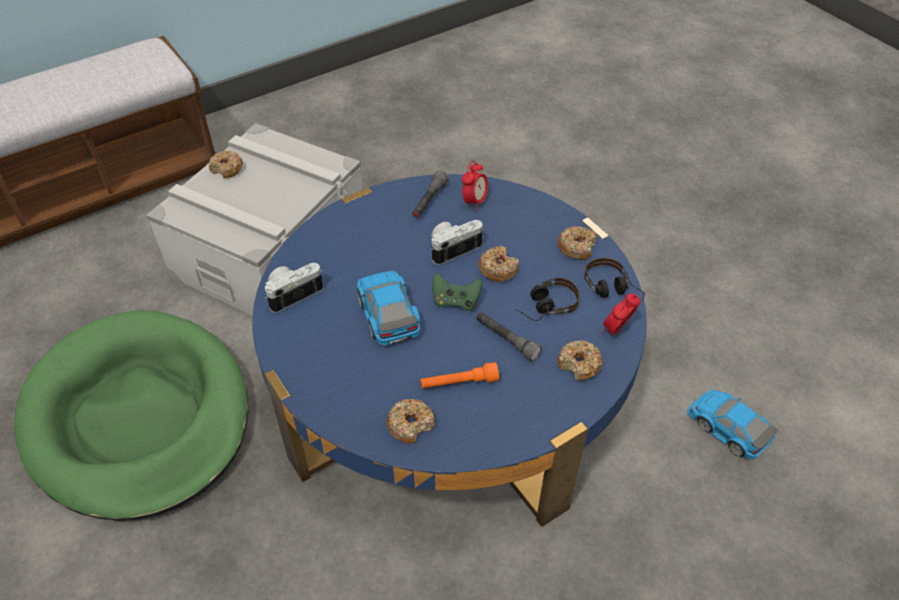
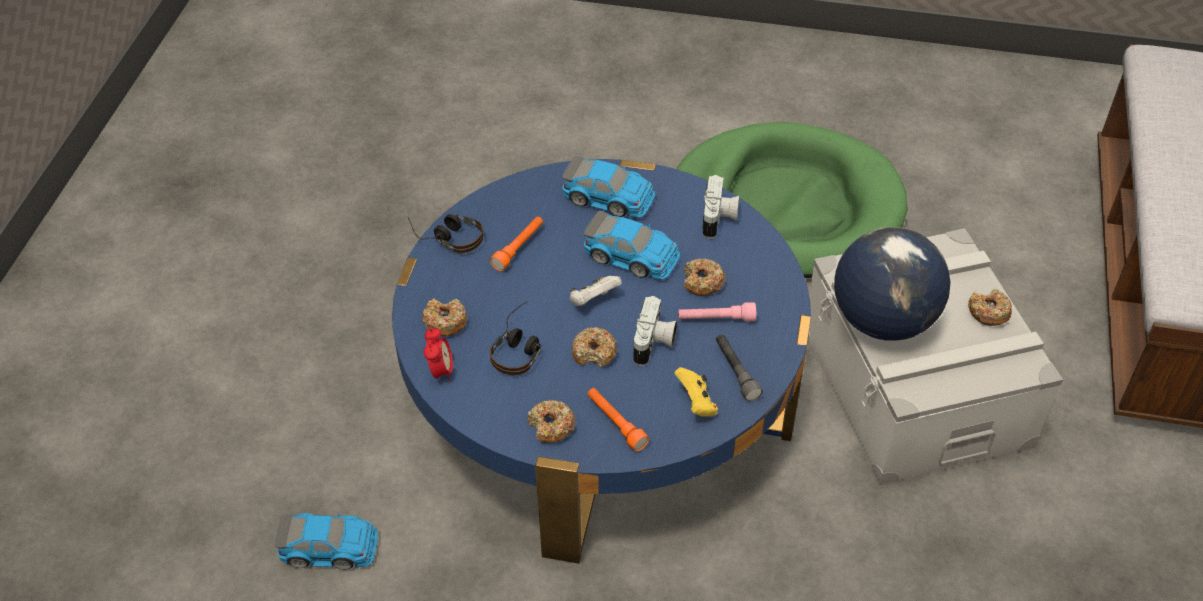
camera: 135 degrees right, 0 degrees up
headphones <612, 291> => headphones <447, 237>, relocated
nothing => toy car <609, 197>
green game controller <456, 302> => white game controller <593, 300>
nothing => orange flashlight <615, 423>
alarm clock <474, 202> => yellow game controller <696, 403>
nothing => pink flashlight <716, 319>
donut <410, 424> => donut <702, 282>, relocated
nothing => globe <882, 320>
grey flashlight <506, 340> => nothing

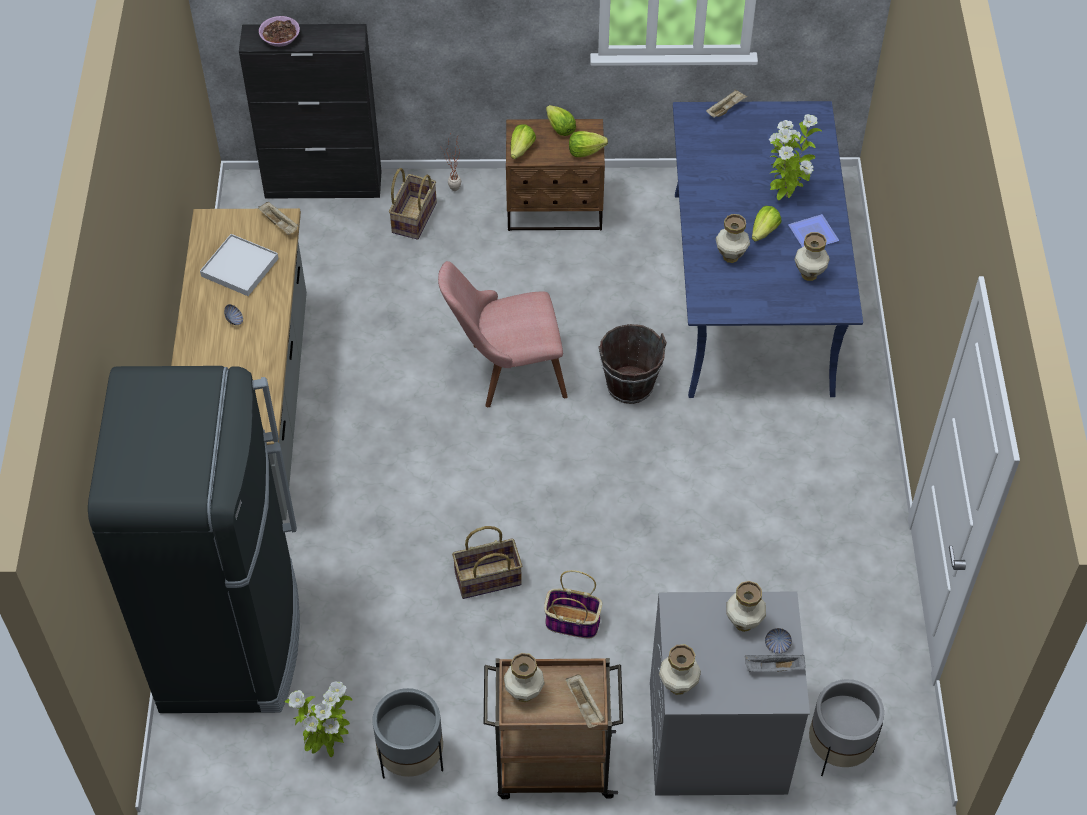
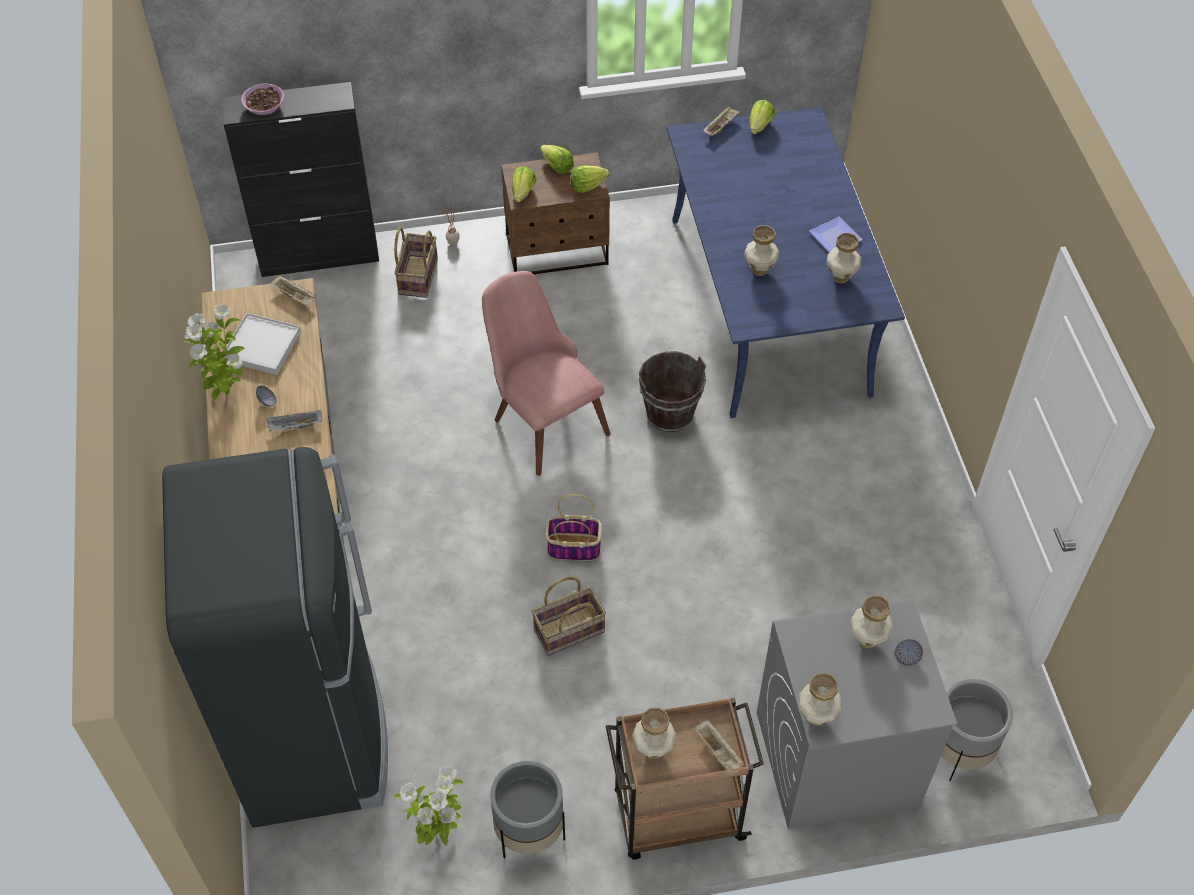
camera: 10 degrees left, 0 degrees up
potted plant <785, 196> => potted plant <226, 392>, relocated
grey tray <773, 668> => grey tray <295, 427>, relocated
pink chair <505, 372> => pink chair <542, 418>, 75 degrees clockwise
basket <571, 622> => basket <573, 548>, relocated
lettuce <764, 232> => lettuce <759, 126>, relocated

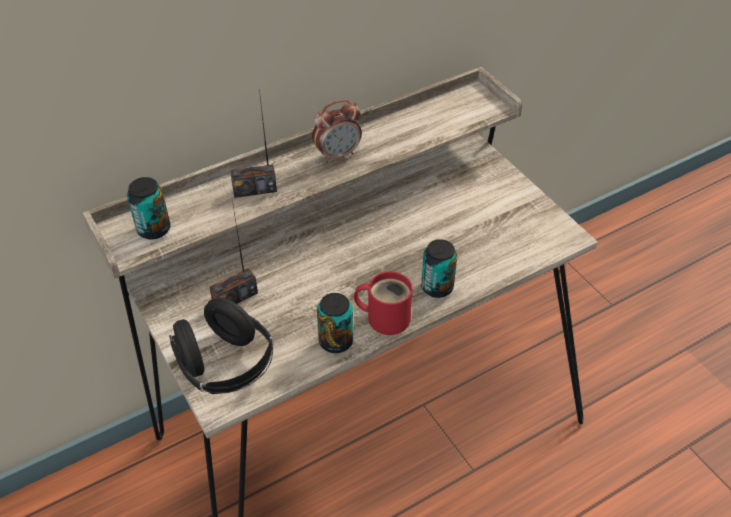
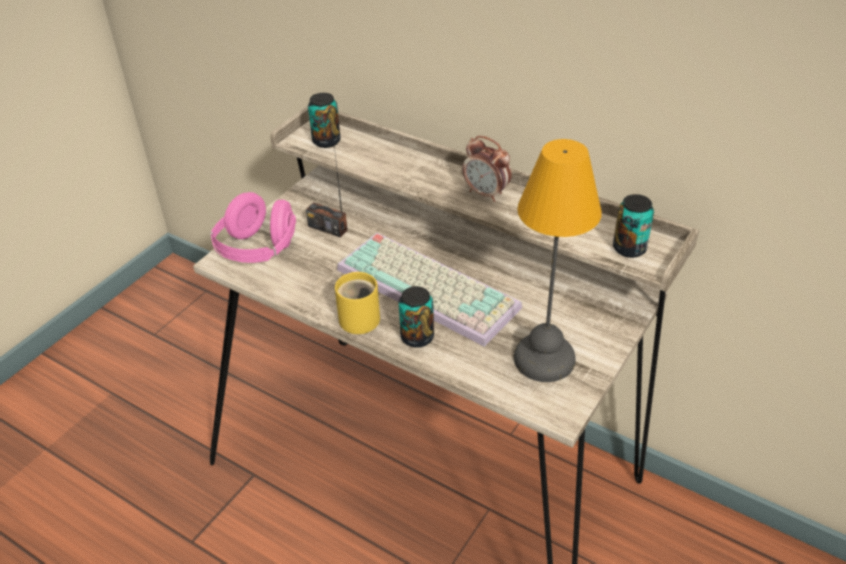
camera: 65 degrees right, 5 degrees down
black headphones <225, 365> => pink headphones <257, 250>
red mug <385, 316> => yellow mug <360, 316>
nothing => keyboard <431, 287>
nothing => table lamp <545, 360>
can <336, 341> => can <629, 248>, relocated
radio <254, 189> => nothing

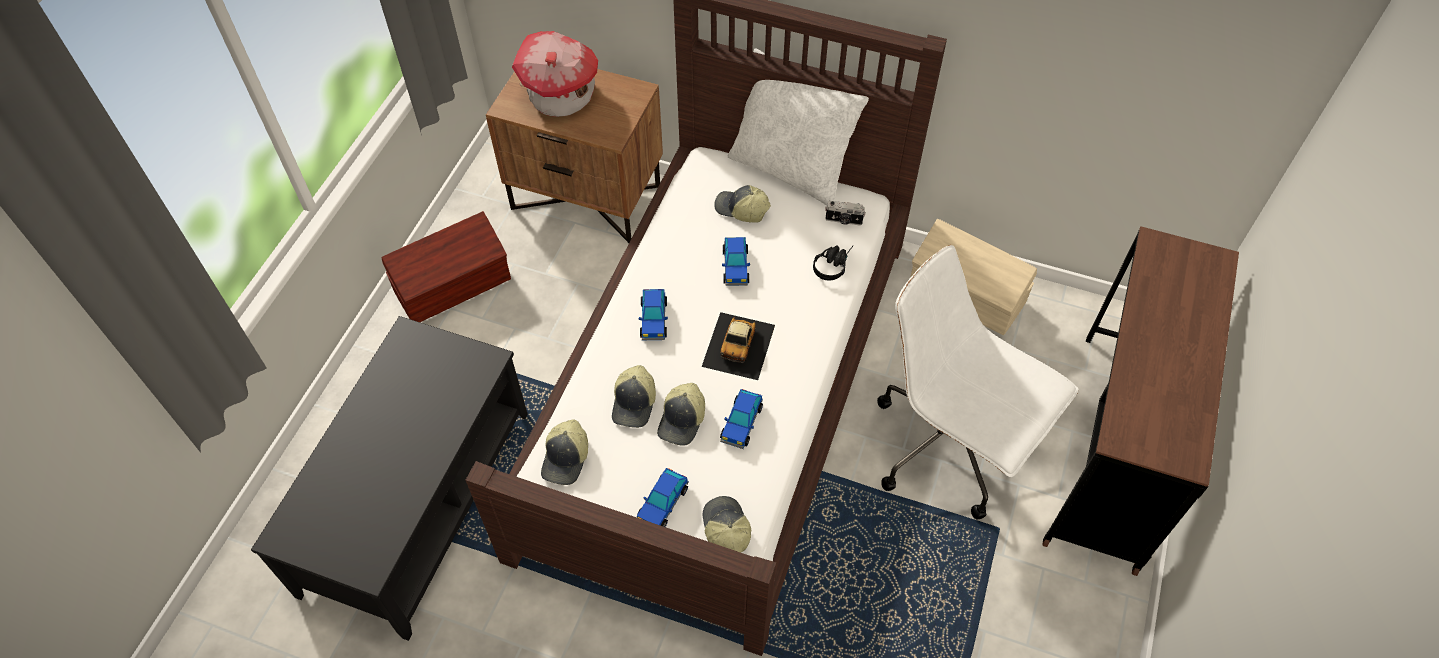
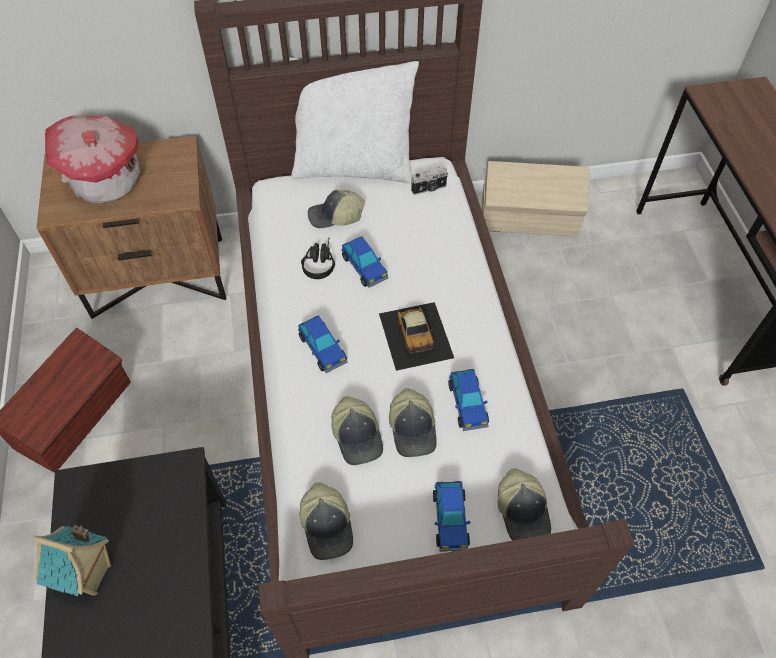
camera: 30 degrees left, 0 degrees up
nothing => toy house <90, 576>
black headphones <833, 264> => black headphones <319, 262>, relocated
cap <725, 529> => cap <523, 511>, 150 degrees counterclockwise
white office chair <950, 448> => nothing

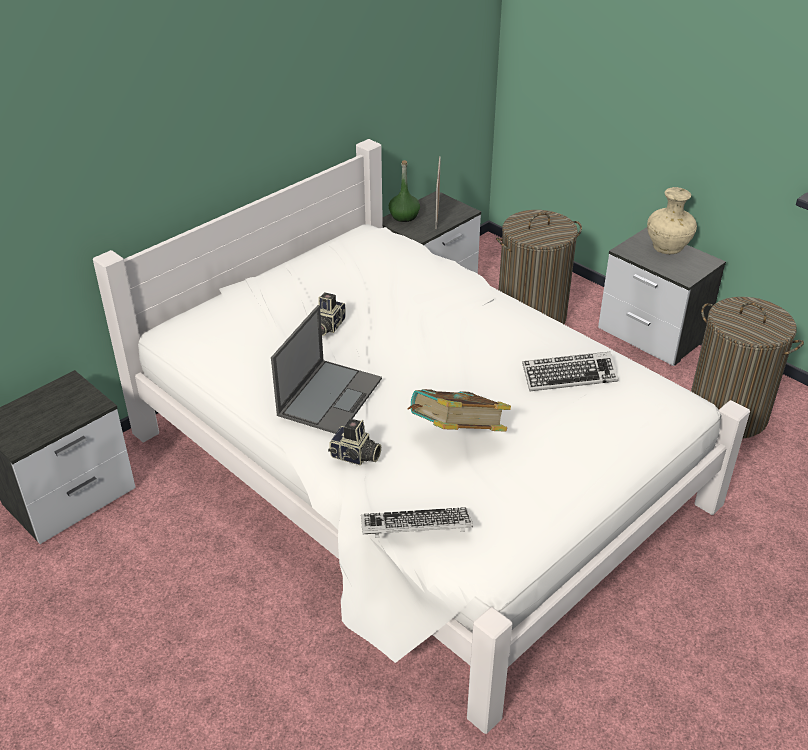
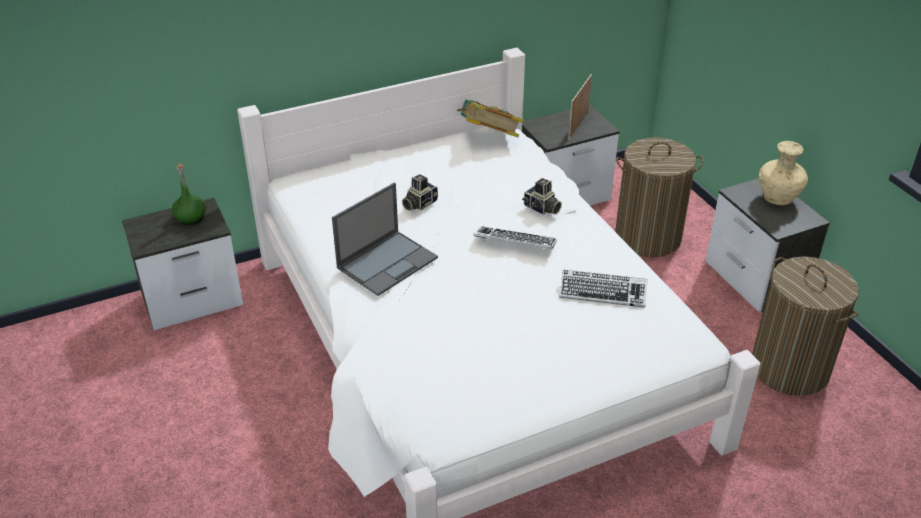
camera: 20 degrees right, 0 degrees up
green bottle <404, 216> => green bottle <191, 218>, relocated
book <456, 436> => book <489, 138>, relocated
keyboard <416, 527> => keyboard <514, 243>, relocated
photo camera <355, 456> => photo camera <541, 208>, relocated

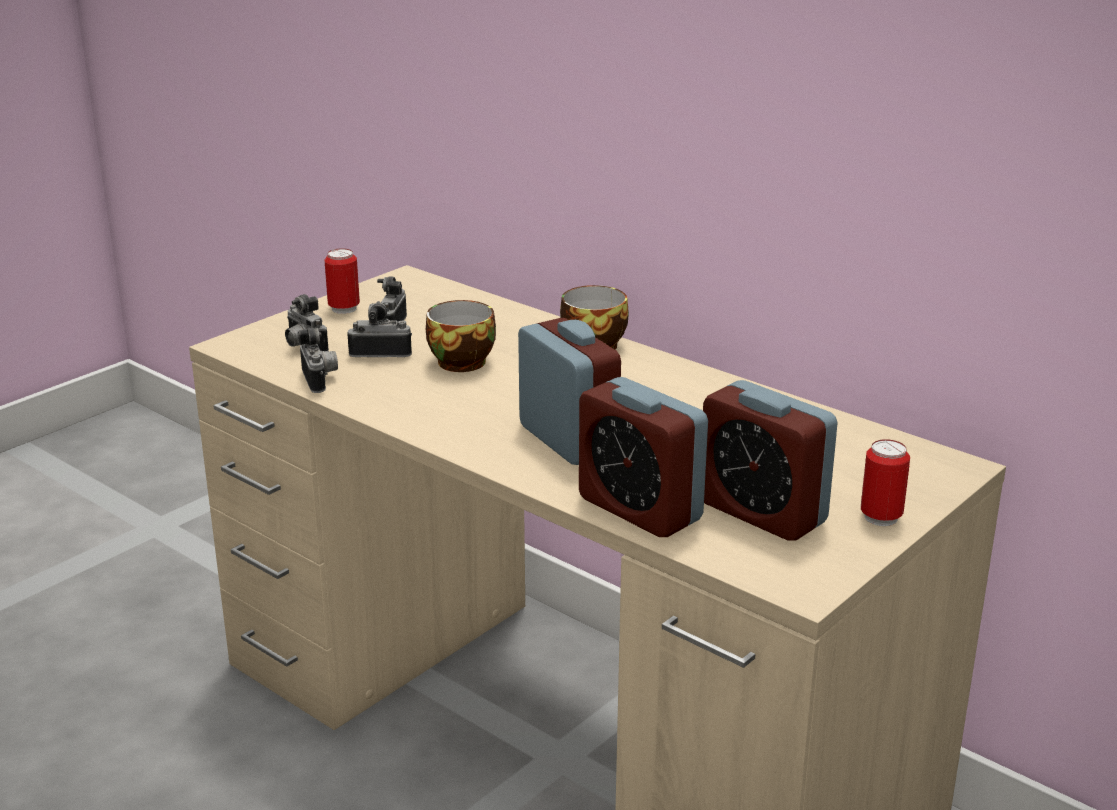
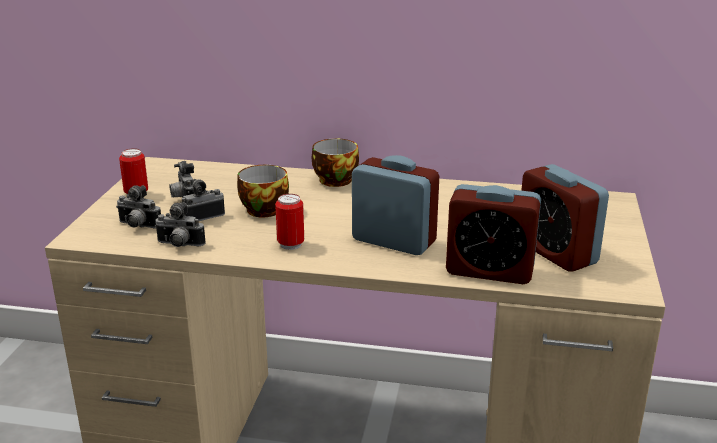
camera: 30 degrees left, 0 degrees up
photo camera <320, 380> => photo camera <179, 245>, 150 degrees clockwise
can <881, 517> => can <291, 244>, relocated
alarm clock <762, 512> => alarm clock <556, 252>, 45 degrees clockwise

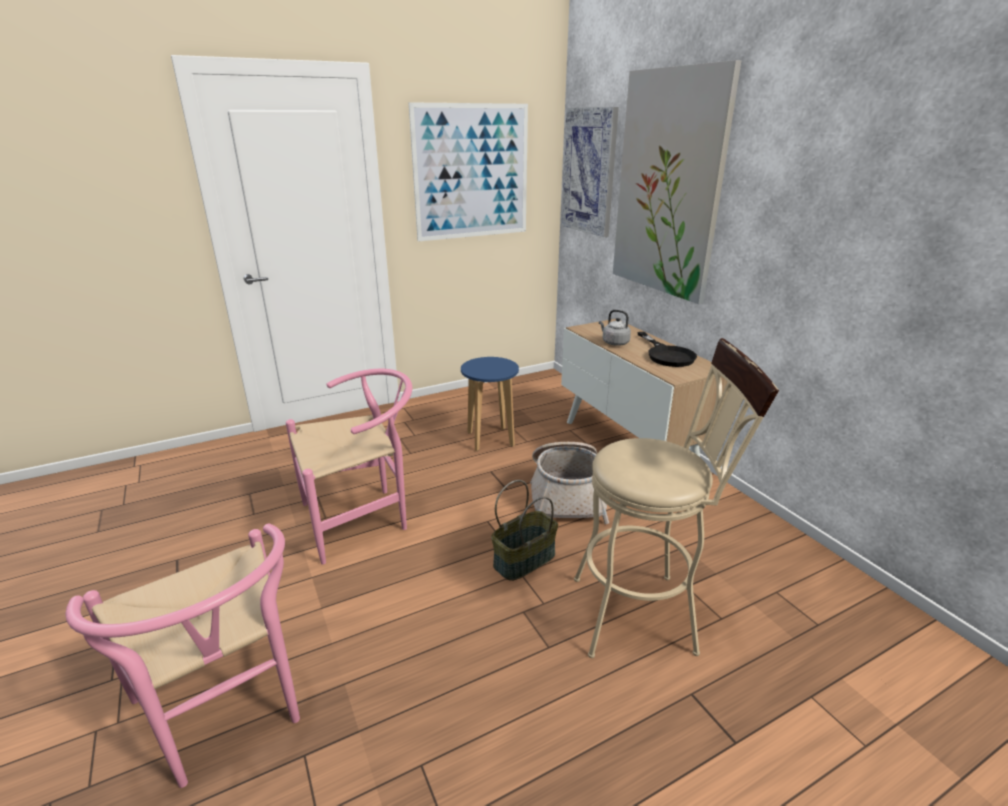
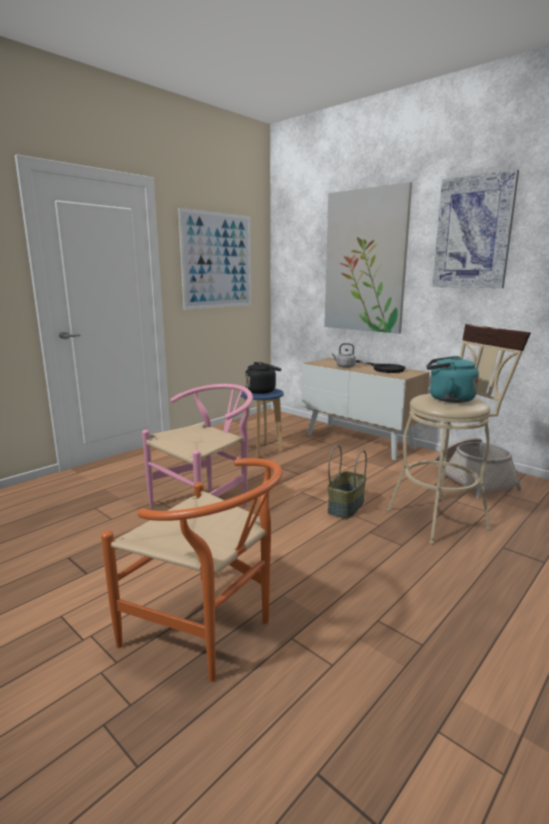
camera: 20 degrees left, 10 degrees down
pink chair <229, 713> => orange chair <209, 632>
nothing => black kettle <262, 391>
nothing => turquoise kettle <448, 399>
picture <589, 171> => picture <473, 233>, relocated
basket <566, 495> => basket <472, 480>, relocated

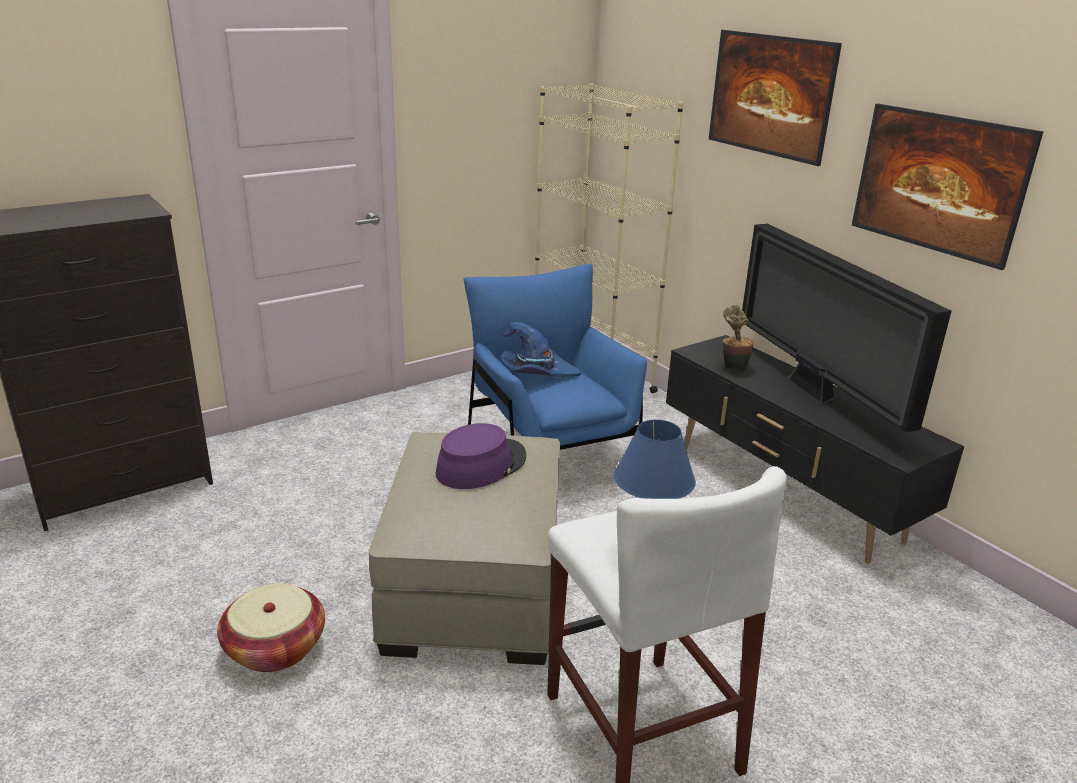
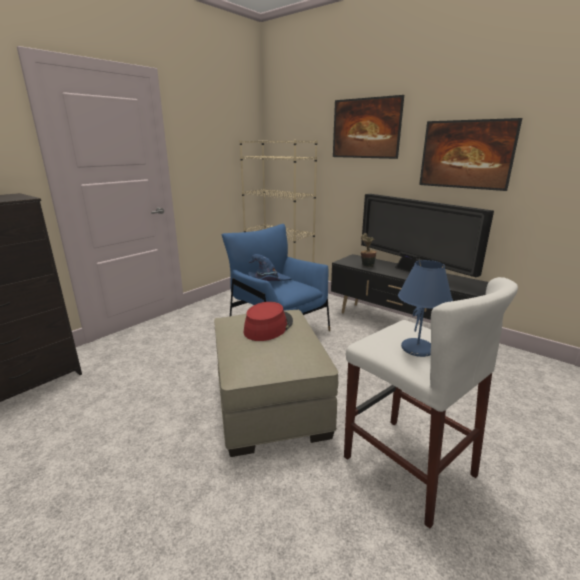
camera: 15 degrees left, 5 degrees down
purple hat <481, 465> => red hat <268, 326>
basket <275, 648> => nothing

